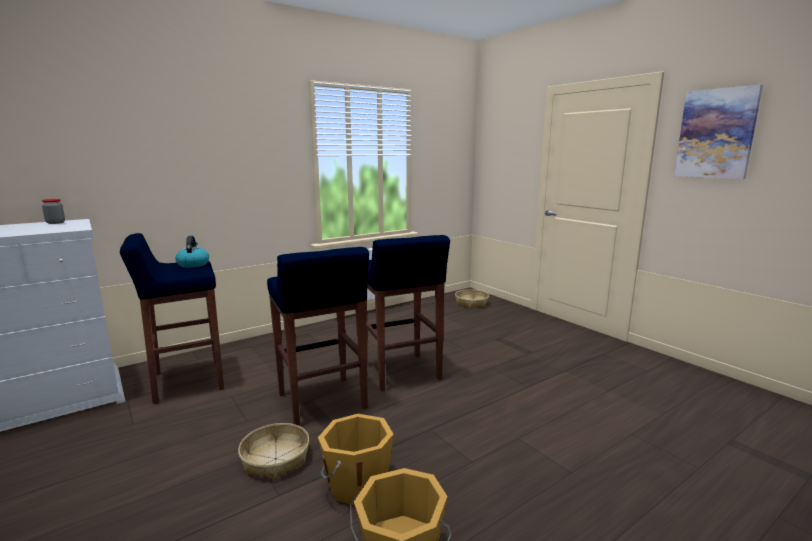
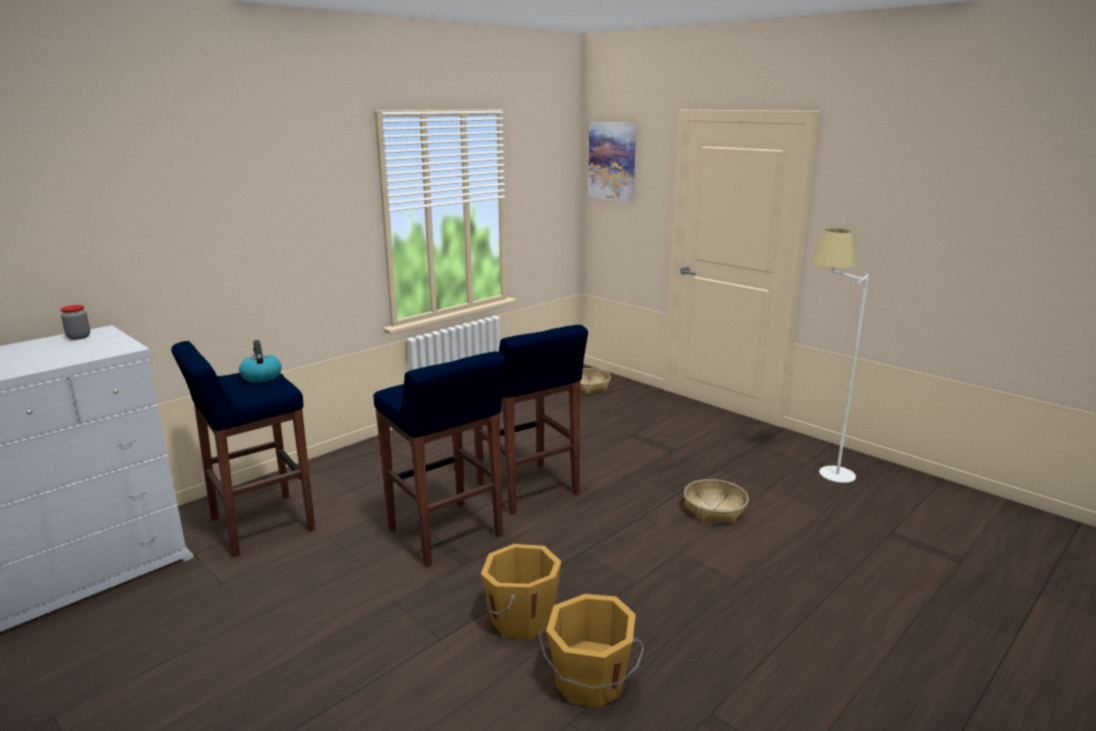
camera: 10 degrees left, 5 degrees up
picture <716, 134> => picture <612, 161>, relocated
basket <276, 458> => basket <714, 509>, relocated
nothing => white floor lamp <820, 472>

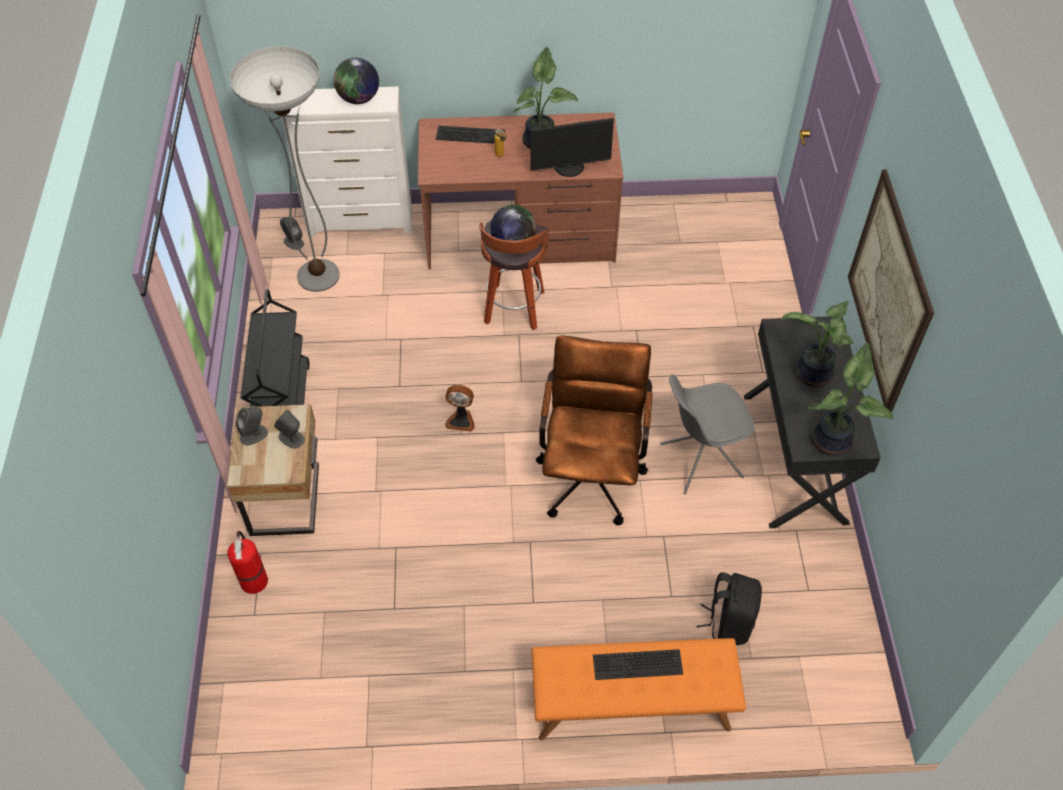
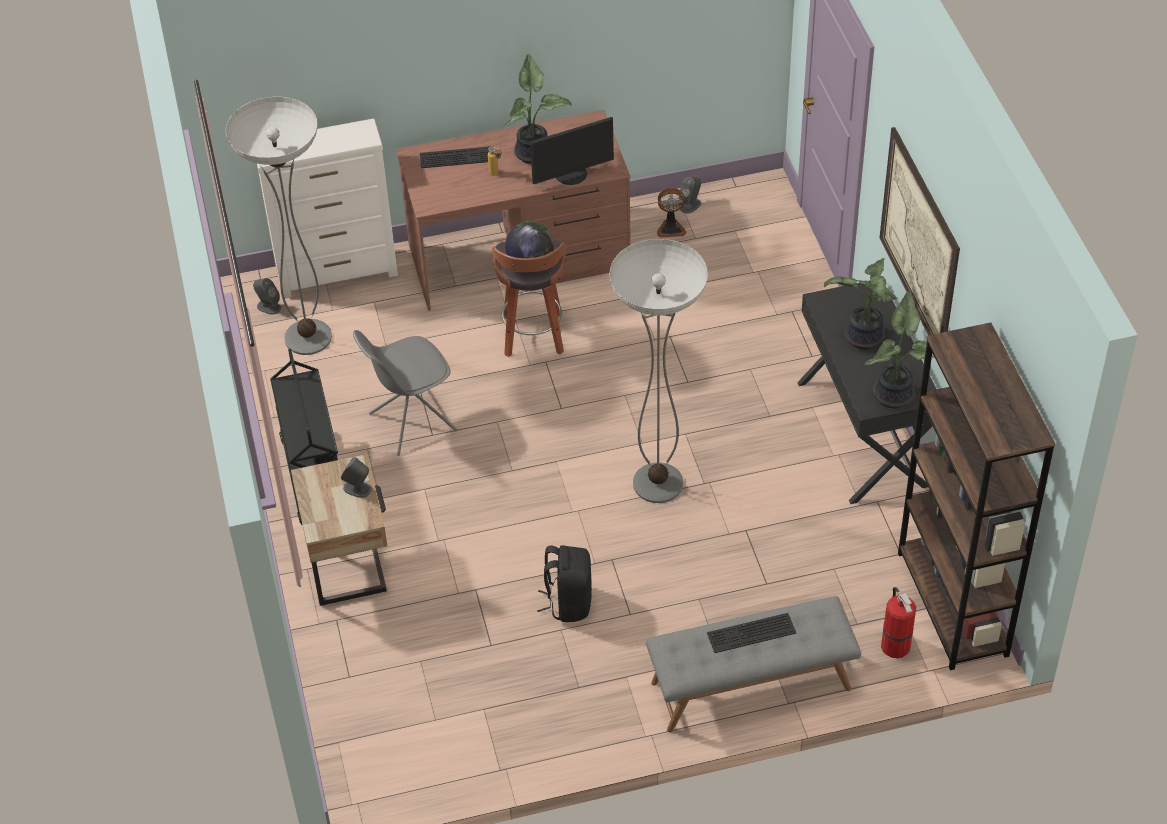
camera: 10 degrees left, 5 degrees down
grey chair <699, 461> => grey chair <411, 422>, relocated
black backpack <728, 622> => black backpack <568, 602>, relocated
brown office chair <591, 472> => floor lamp <658, 483>
orange bench <632, 705> => grey bench <751, 686>
fan <461, 420> => fan <671, 228>, relocated
grey speaker <254, 434> => grey speaker <690, 205>, relocated
fire extinguisher <254, 579> => fire extinguisher <894, 644>, relocated
nothing => brown bookcase <952, 604>
globe <359, 99> => nothing

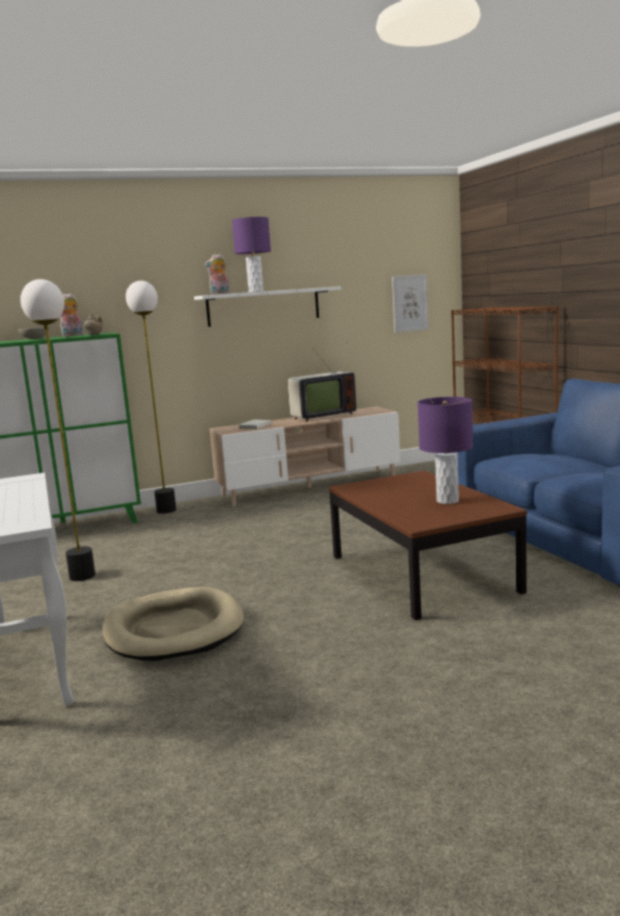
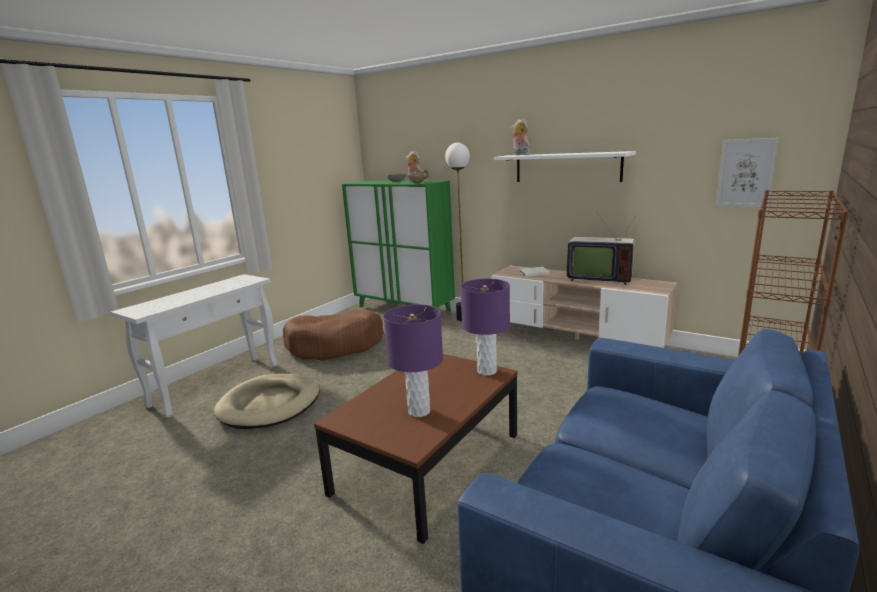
camera: 55 degrees right, 5 degrees up
floor lamp <82, 576> => brown dog bed <335, 345>
purple table lamp <255, 291> => purple table lamp <486, 371>, relocated

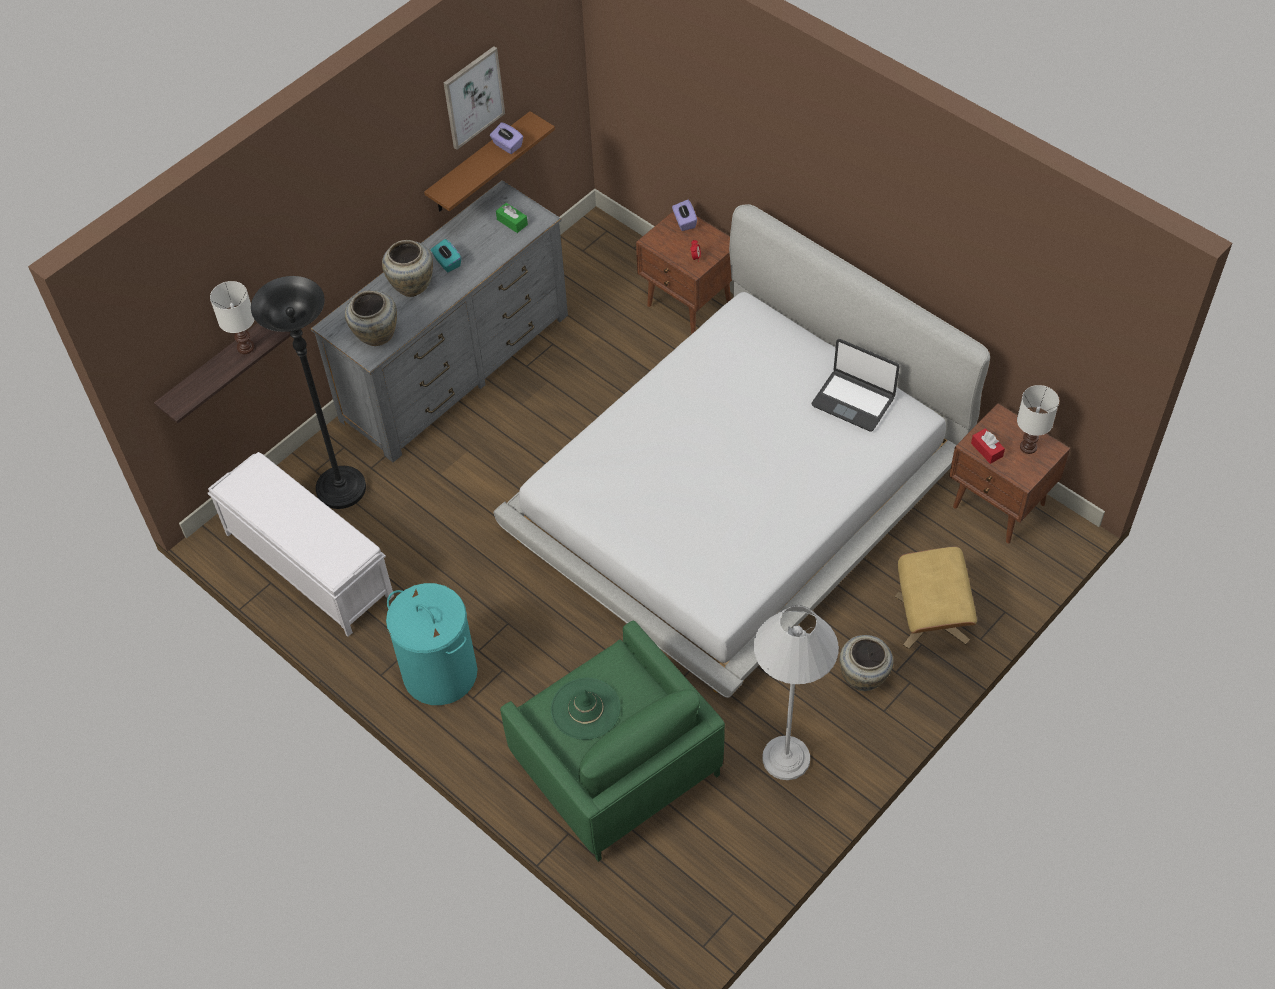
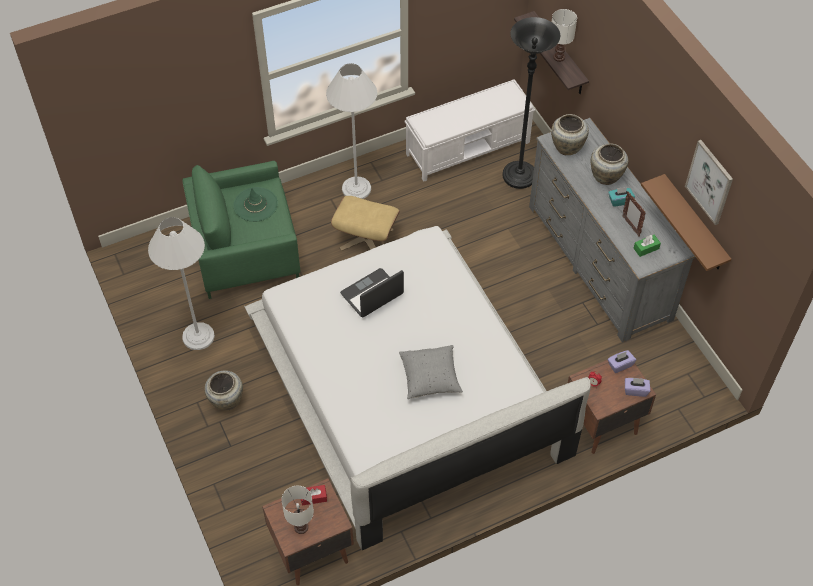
camera: 110 degrees right, 0 degrees up
turquoise laundry basket <439, 673> => white floor lamp <356, 188>
beige ottoman <932, 618> => beige ottoman <366, 239>, relocated
laptop <853, 401> => laptop <372, 294>, relocated
nothing => grey pillow <430, 378>
purple tissue box <507, 145> => purple tissue box <620, 365>, relocated
nothing => picture frame <630, 226>

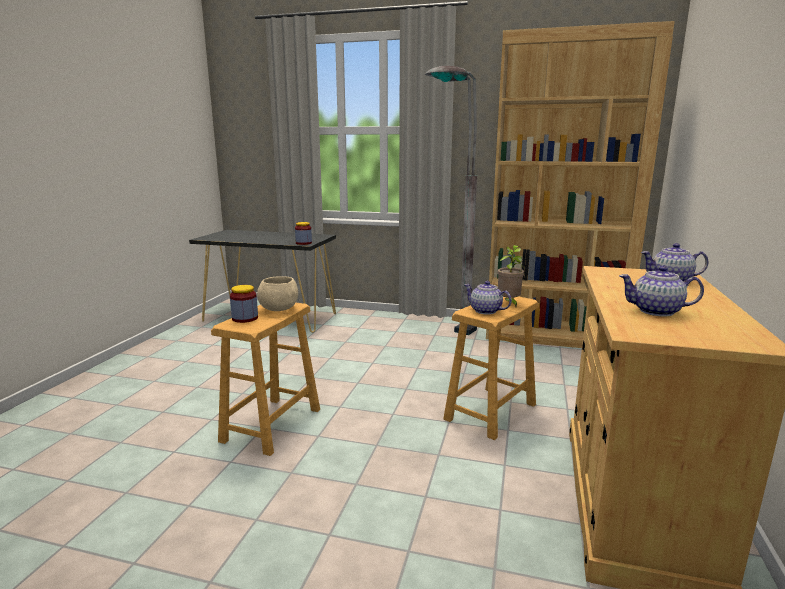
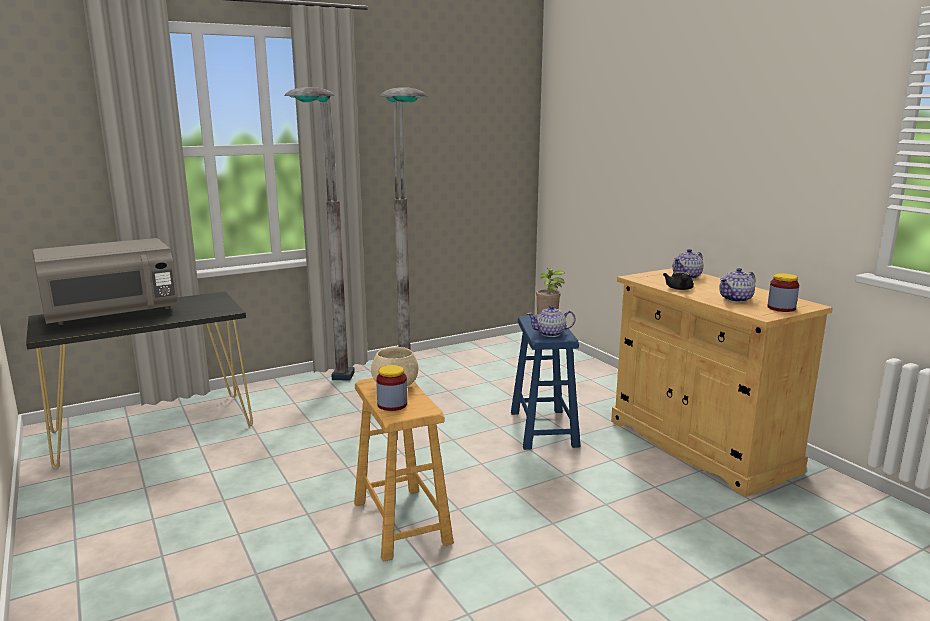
camera: 45 degrees left, 0 degrees up
nothing => grey microwave <112, 314>
nothing => grey floor lamp <332, 393>
brown stool <491, 412> => blue stool <544, 429>
nothing => black teapot <679, 289>
jar <303, 243> => jar <781, 308>, relocated
brown bookcase <553, 336> => nothing

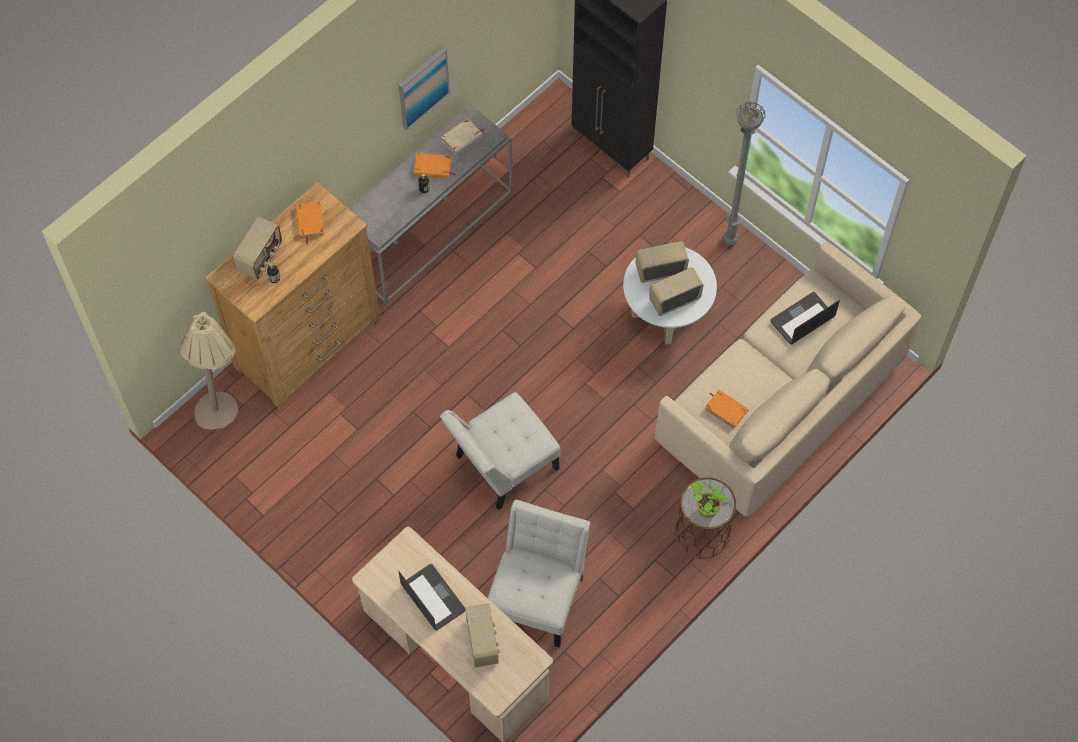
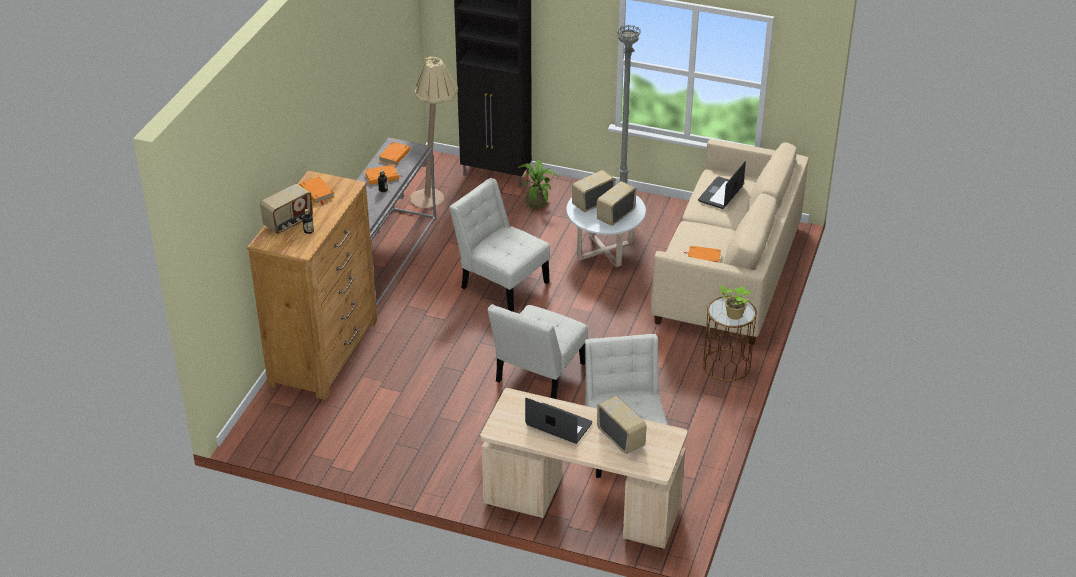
camera: 25 degrees left, 25 degrees down
radio <261, 258> => radio <289, 223>, 45 degrees clockwise
beige book <462, 138> => orange book <394, 155>
beige floor lamp <225, 415> => beige floor lamp <435, 199>, relocated
nothing => white chair <501, 283>
nothing => potted plant <537, 202>
picture <422, 87> => nothing

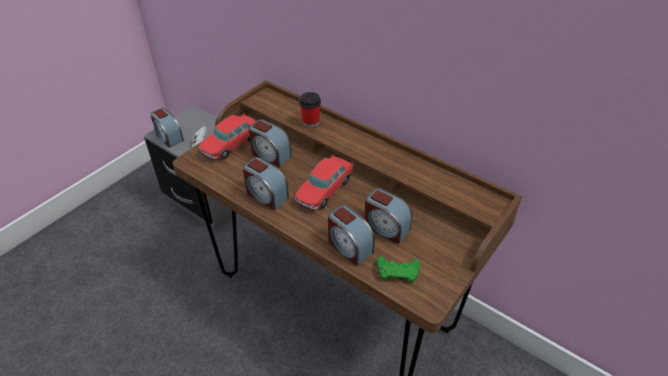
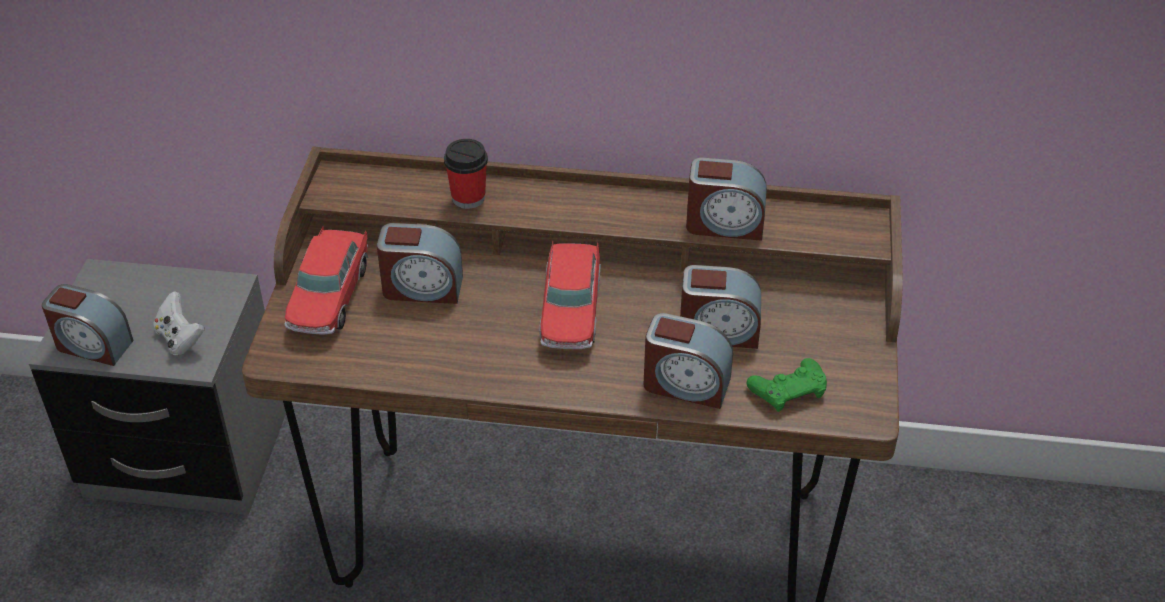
camera: 30 degrees left, 0 degrees up
alarm clock <266, 195> => alarm clock <724, 224>, relocated

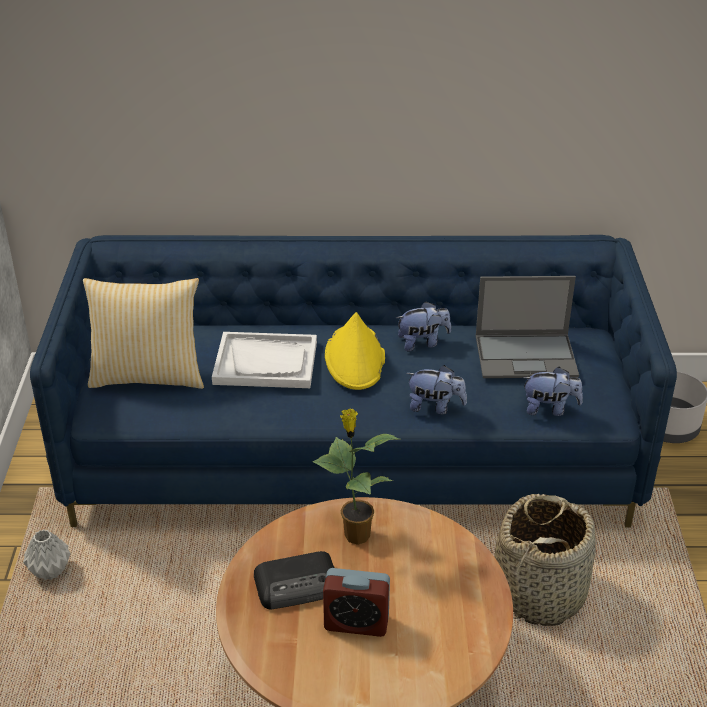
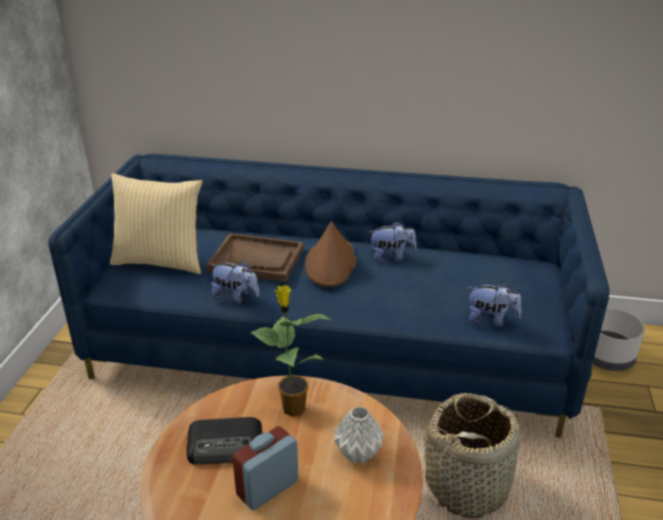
camera: 10 degrees right, 5 degrees down
white tray <266, 363> => brown tray <257, 259>
plush toy <435, 407> => plush toy <236, 297>, relocated
alarm clock <356, 623> => alarm clock <267, 488>, 120 degrees clockwise
yellow hat <355, 359> => brown hat <331, 263>
grey vase <51, 572> => grey vase <359, 454>, relocated
laptop <527, 356> => nothing

